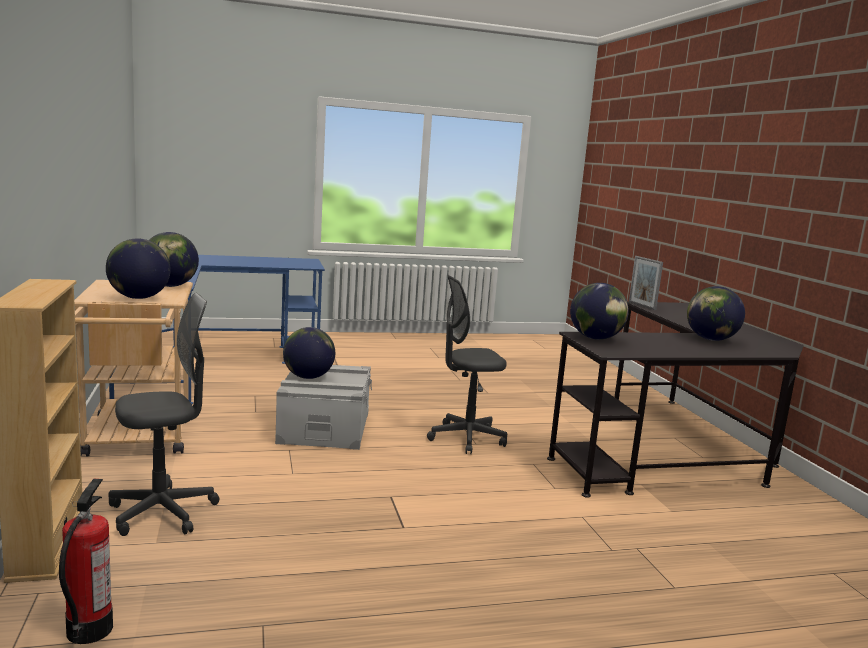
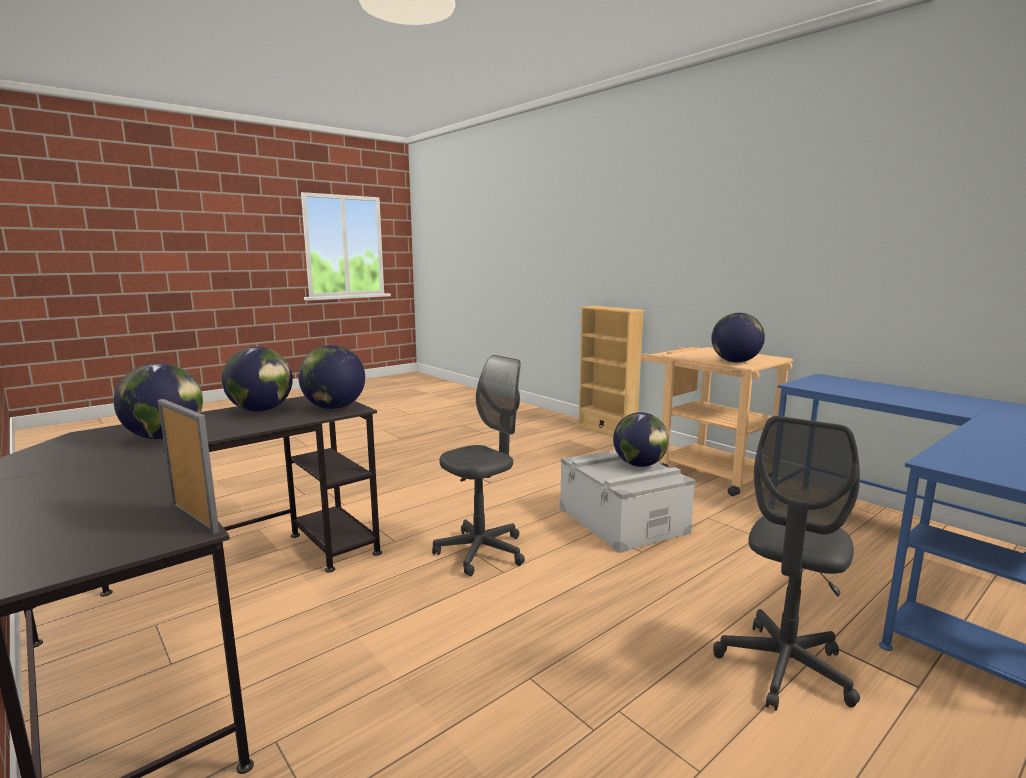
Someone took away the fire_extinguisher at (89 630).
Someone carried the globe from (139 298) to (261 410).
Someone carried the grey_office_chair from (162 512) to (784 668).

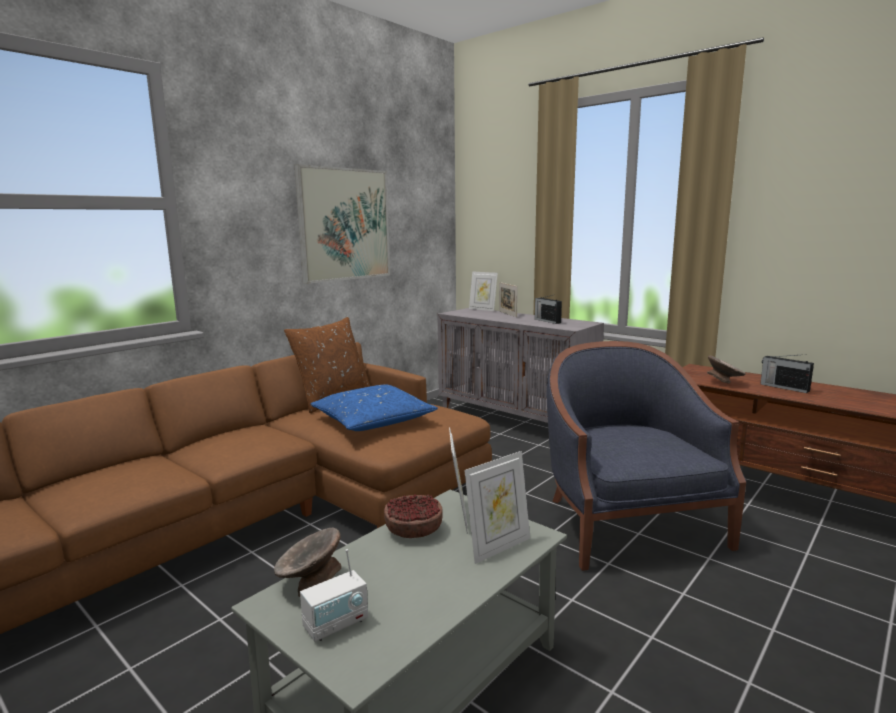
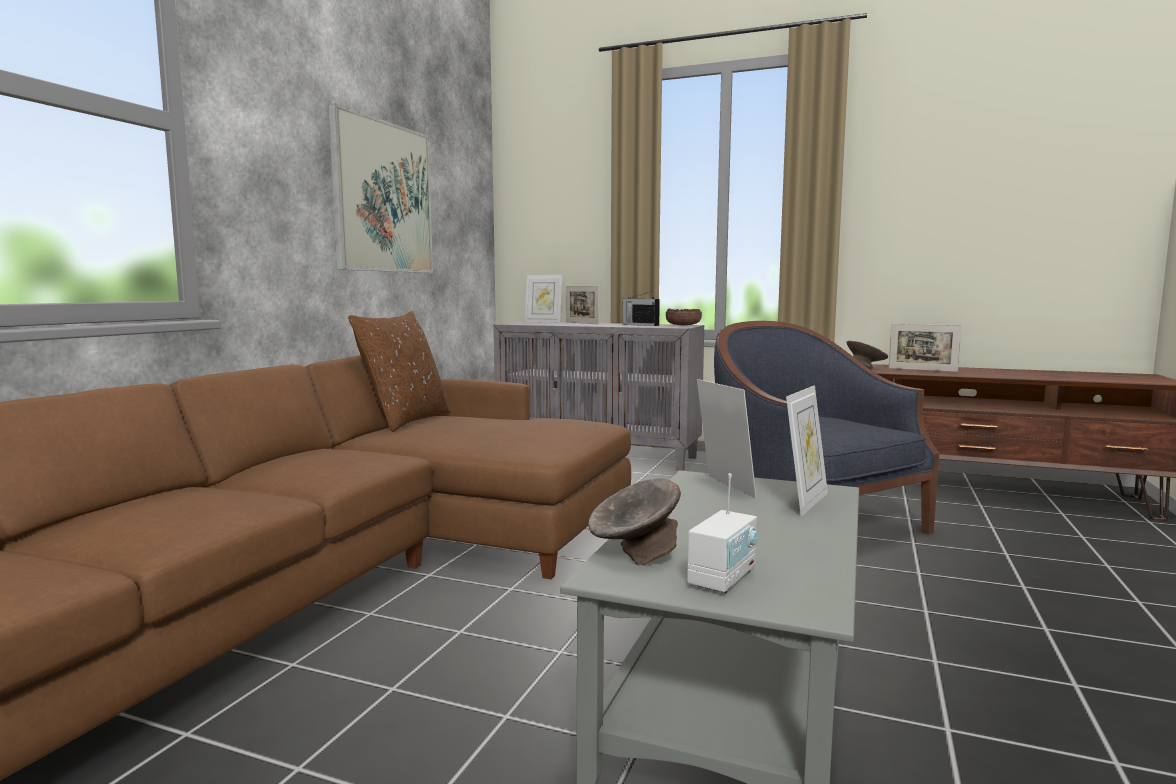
Someone took away the blue_pillow at (373 420).
Someone carried the bowl from (413 529) to (683 325).
Someone swapped the radio at (783 387) for the picture_frame at (922 370).

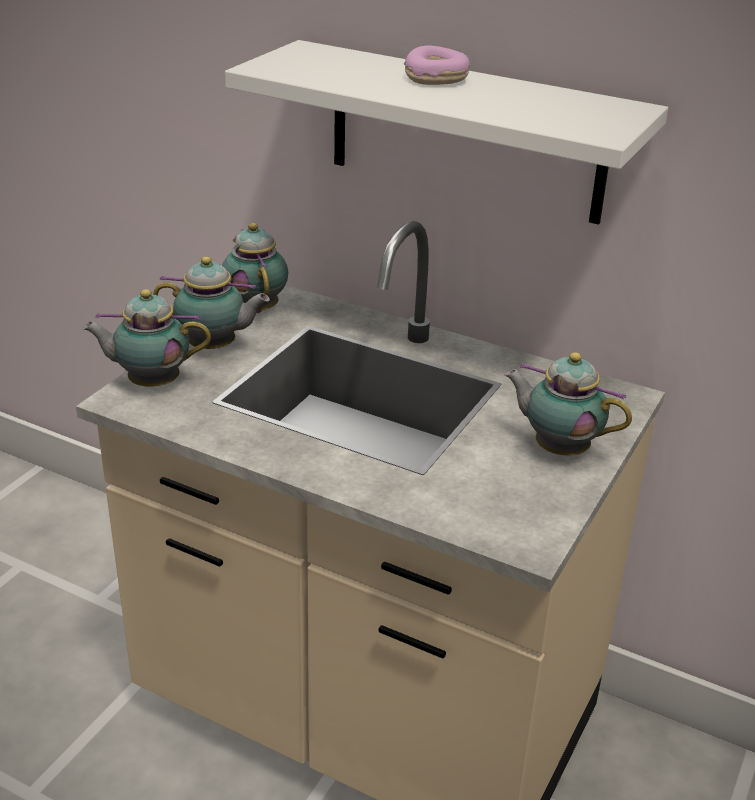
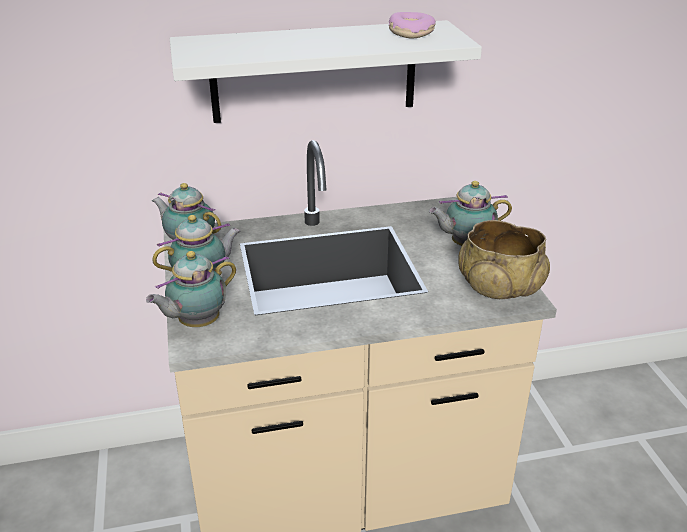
Someone carried the donut from (436 78) to (410 33).
Someone put down the beige_bowl at (499 287).

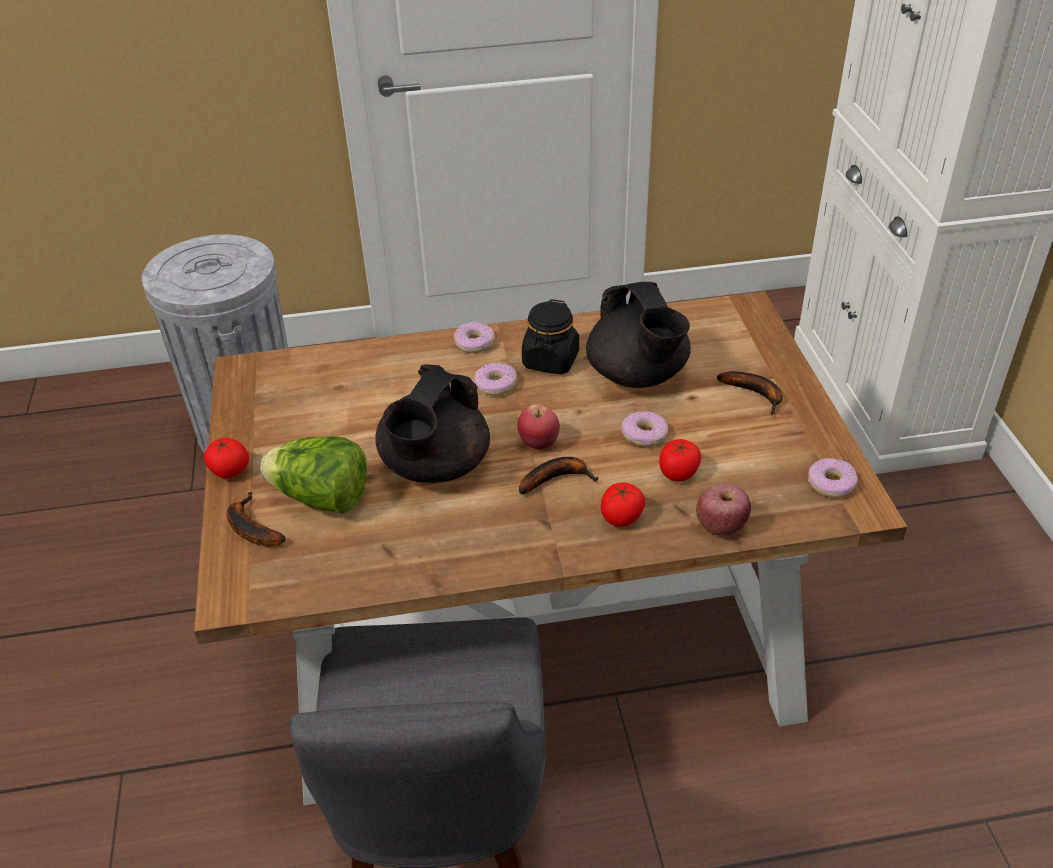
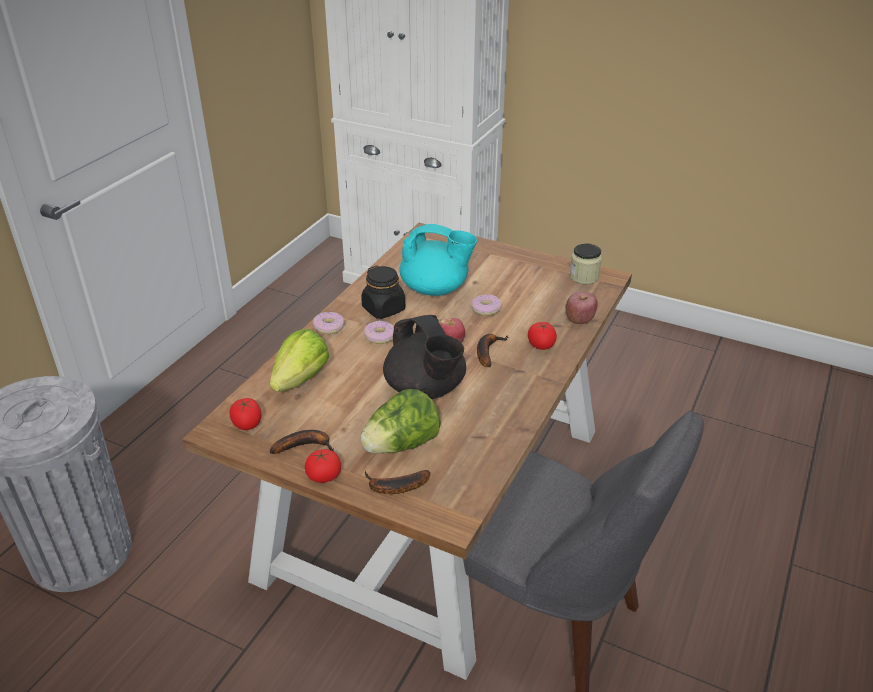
Someone repainted the black_teapot at (637 375), which became the turquoise_teapot at (435 289).
Someone carried the tomato from (678 473) to (247 424).
Someone carried the banana from (756 394) to (305 445).
Someone swapped the donut at (831 484) for the jar at (584 277).
Someone put down the lettuce at (301 379).

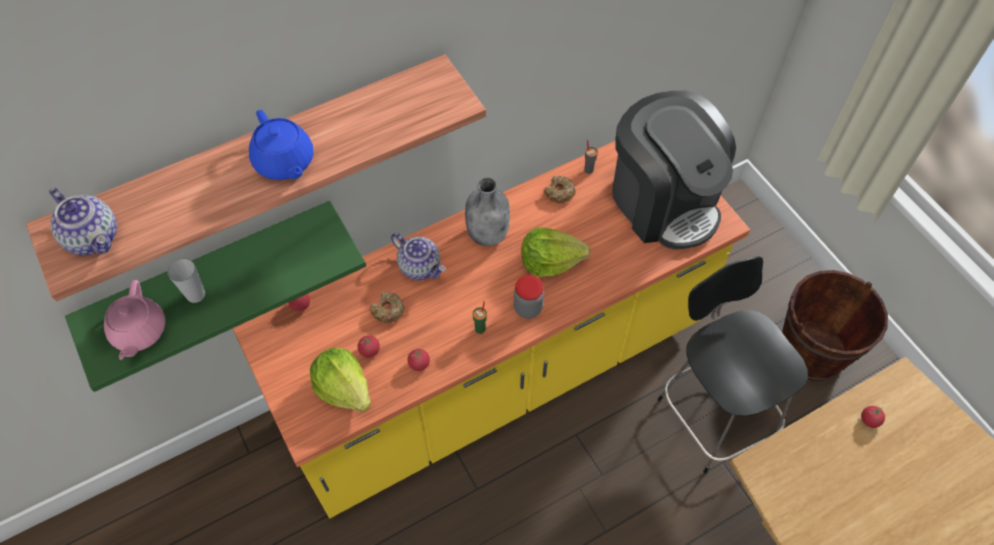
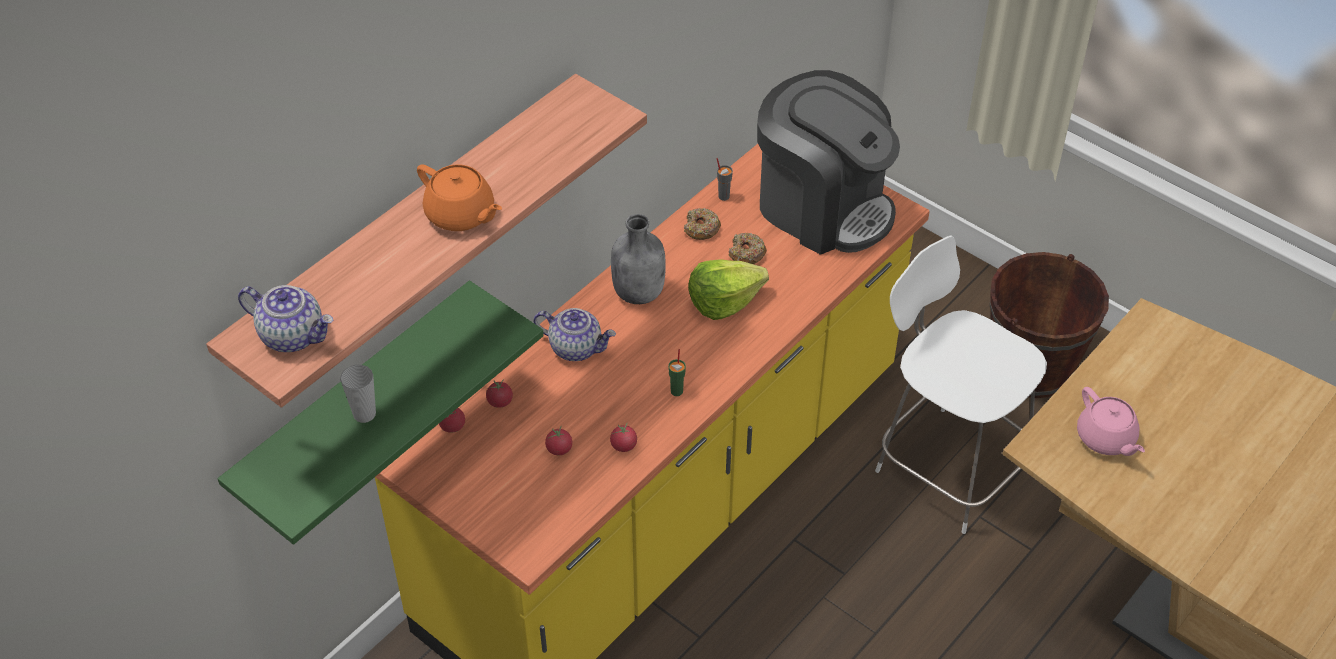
Someone carried the pink_teapot from (139 332) to (1106 438).
Someone repainted the blue_teapot at (284 162), which became the orange_teapot at (461 215).
Someone took away the lettuce at (344 388).
Someone carried the donut from (388 311) to (746 254).
Someone took away the jar at (528 308).
Someone repainted the black_chair at (714 413), which became the white_chair at (948 466).
Someone carried the tomato from (869 420) to (500 401).

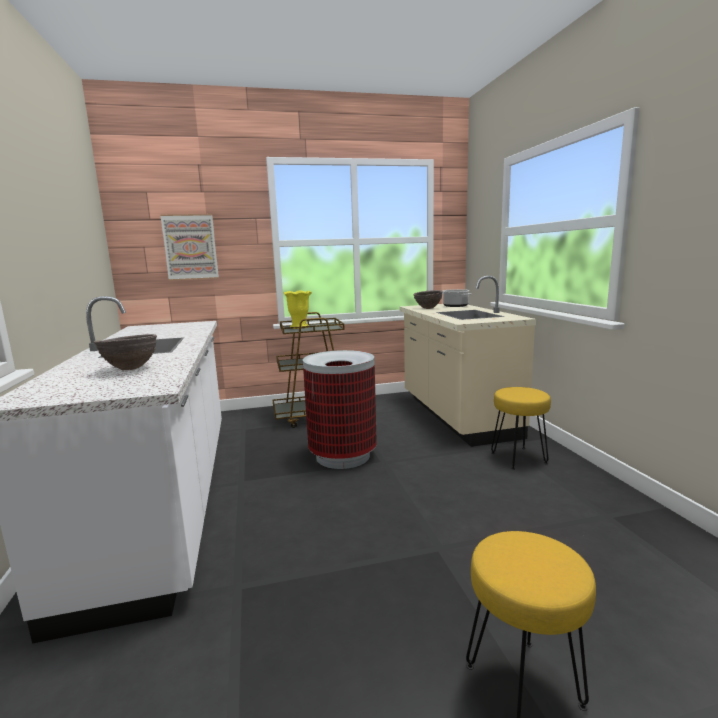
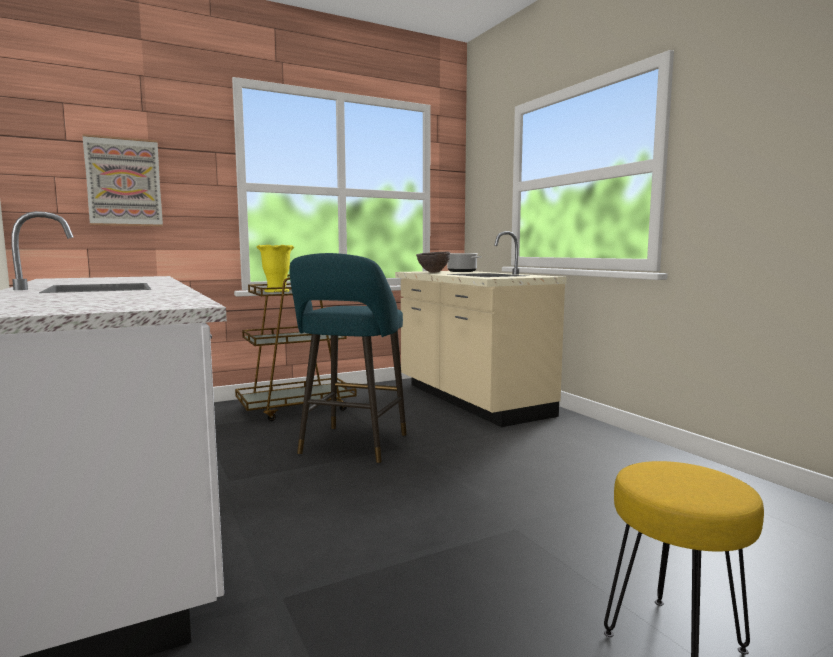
Someone took away the brown_bowl at (131 369).
Someone swapped the trash_can at (342 456) for the turquoise_stool at (351 446).
Someone took away the yellow_stool at (518 457).

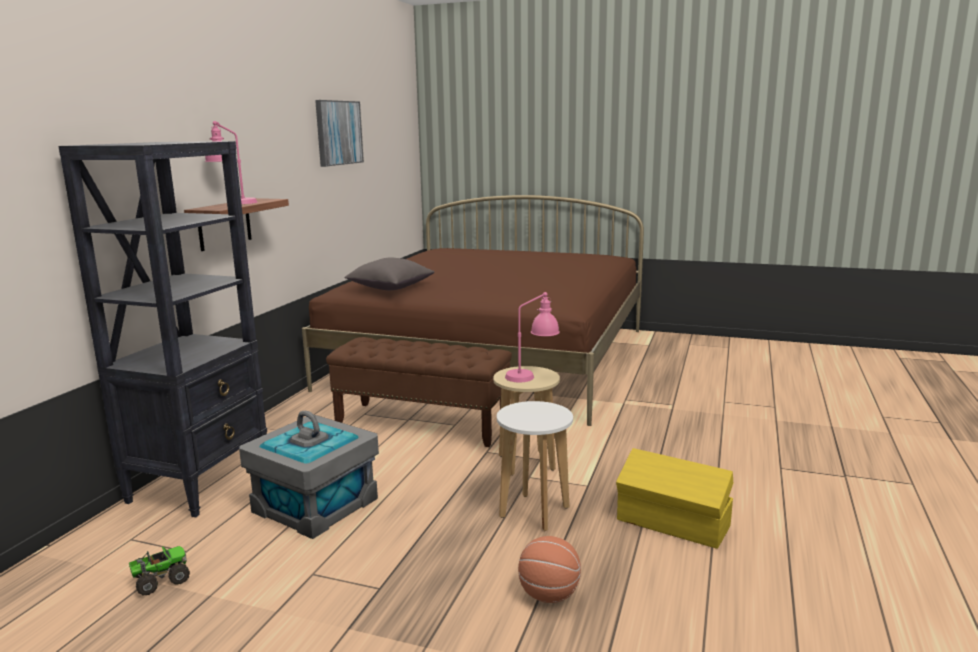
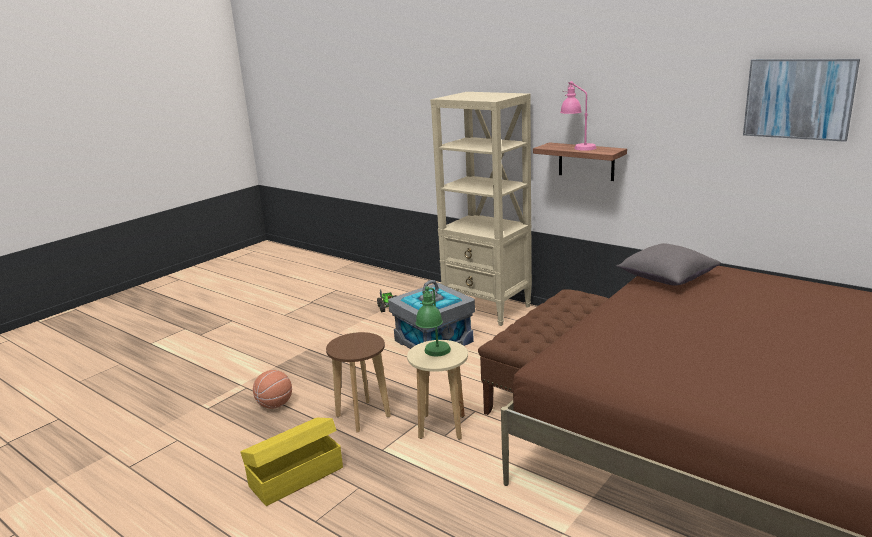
Someone repainted the black_bookcase at (201 483), which became the beige_bookcase at (487 308).
Someone repainted the white_stool at (534 512), which became the brown_stool at (363 416).
Someone repainted the pink_table_lamp at (532 376), which became the green_table_lamp at (435 355).

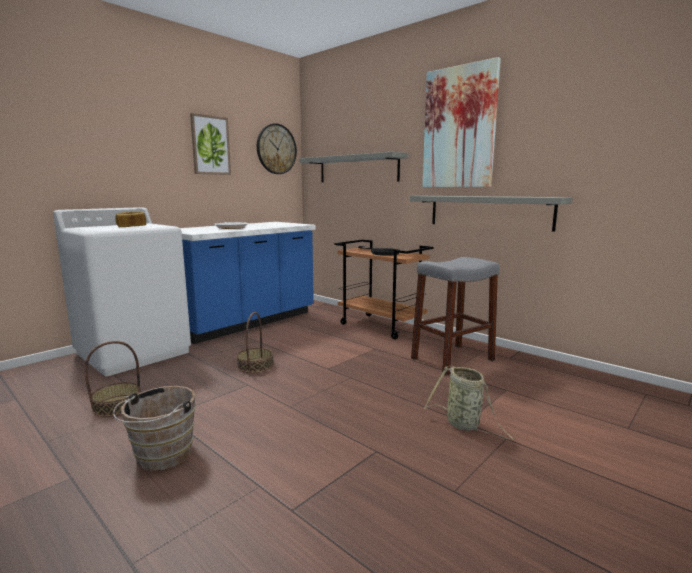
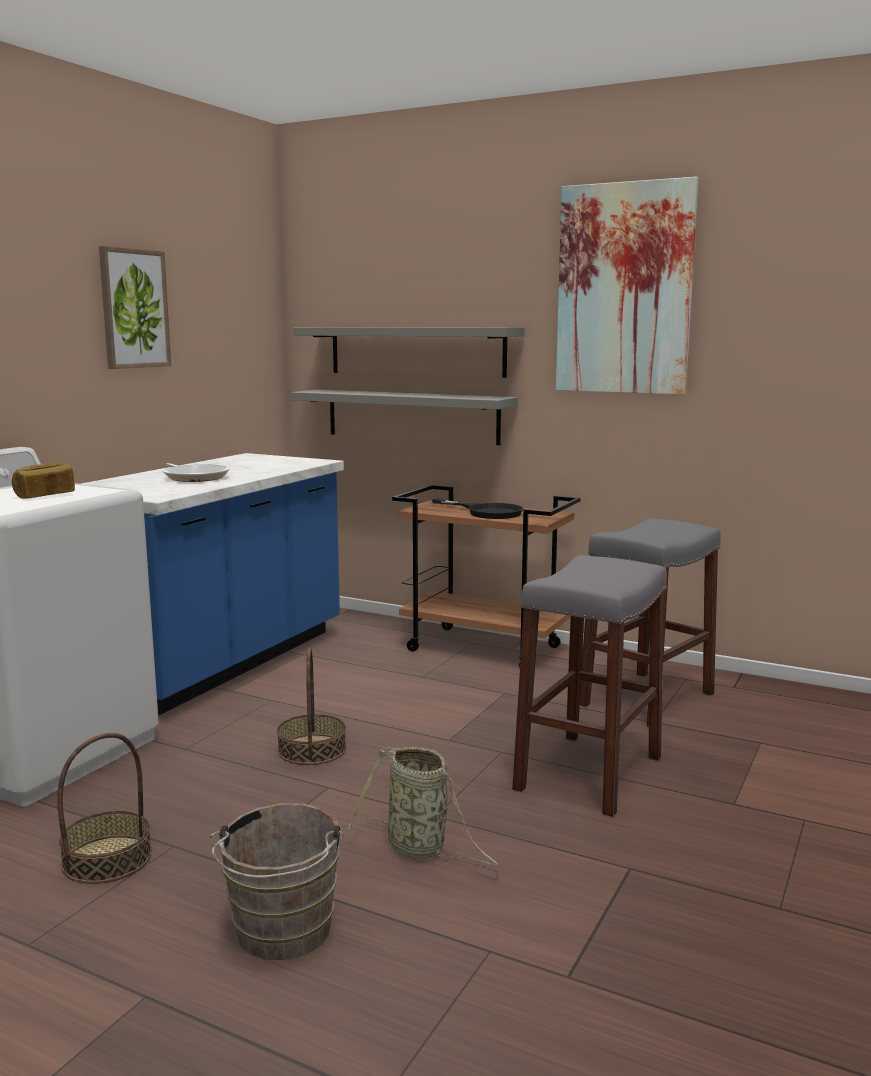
Someone took away the wall_clock at (276 149).
Someone carried the grey_shelf from (489 212) to (412 416).
Someone carried the basket from (465 425) to (420 849).
Someone put down the grey_stool at (589 773).

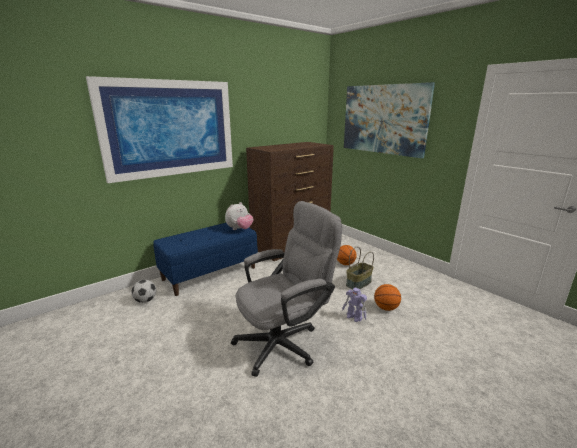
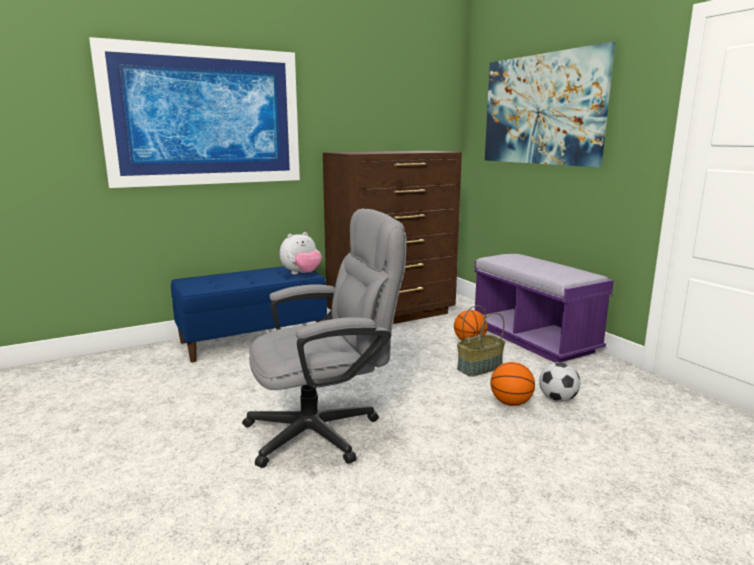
Someone carried the football from (145 300) to (557 399).
Someone took away the toy_robot at (354 317).
Someone put down the purple_bench at (533 339).

